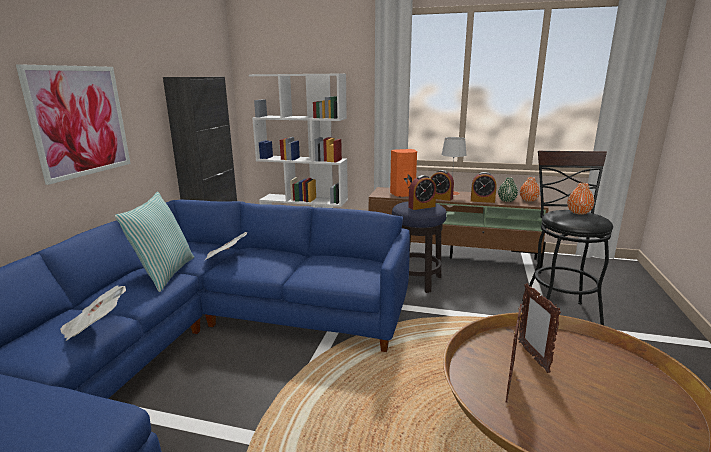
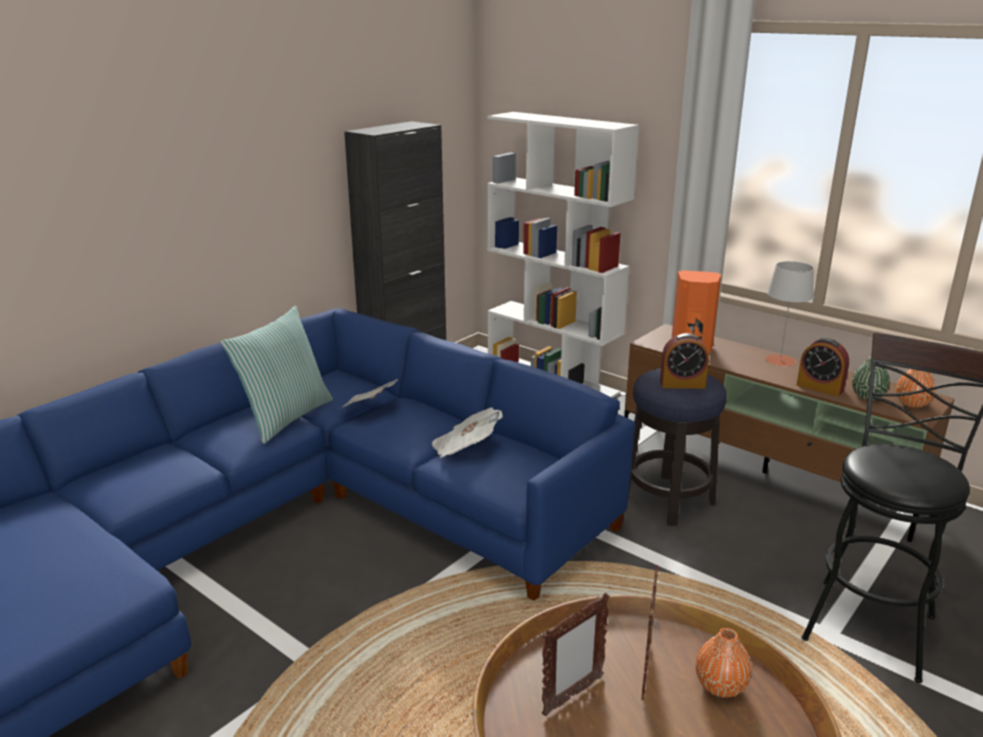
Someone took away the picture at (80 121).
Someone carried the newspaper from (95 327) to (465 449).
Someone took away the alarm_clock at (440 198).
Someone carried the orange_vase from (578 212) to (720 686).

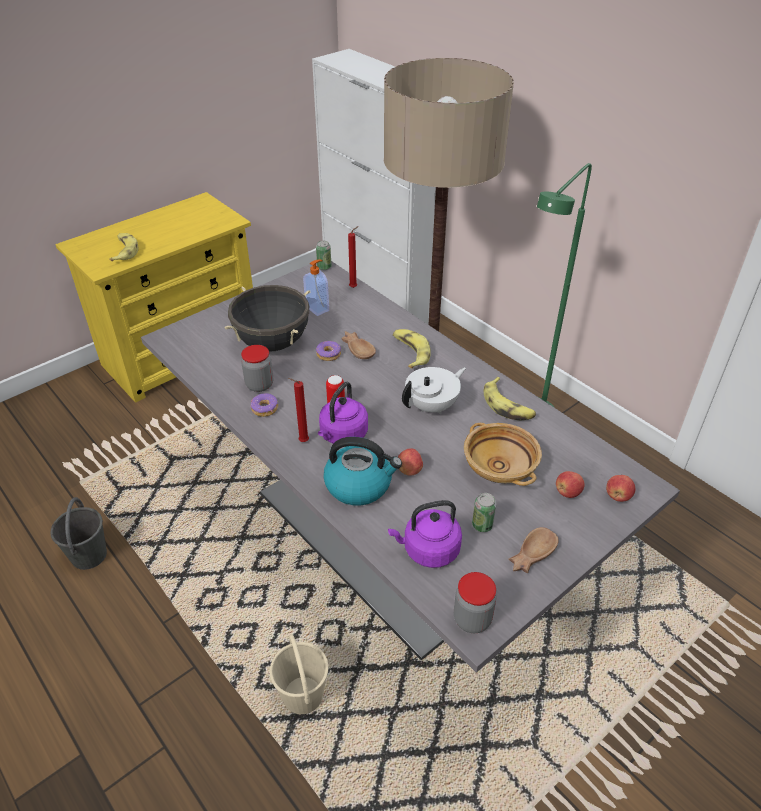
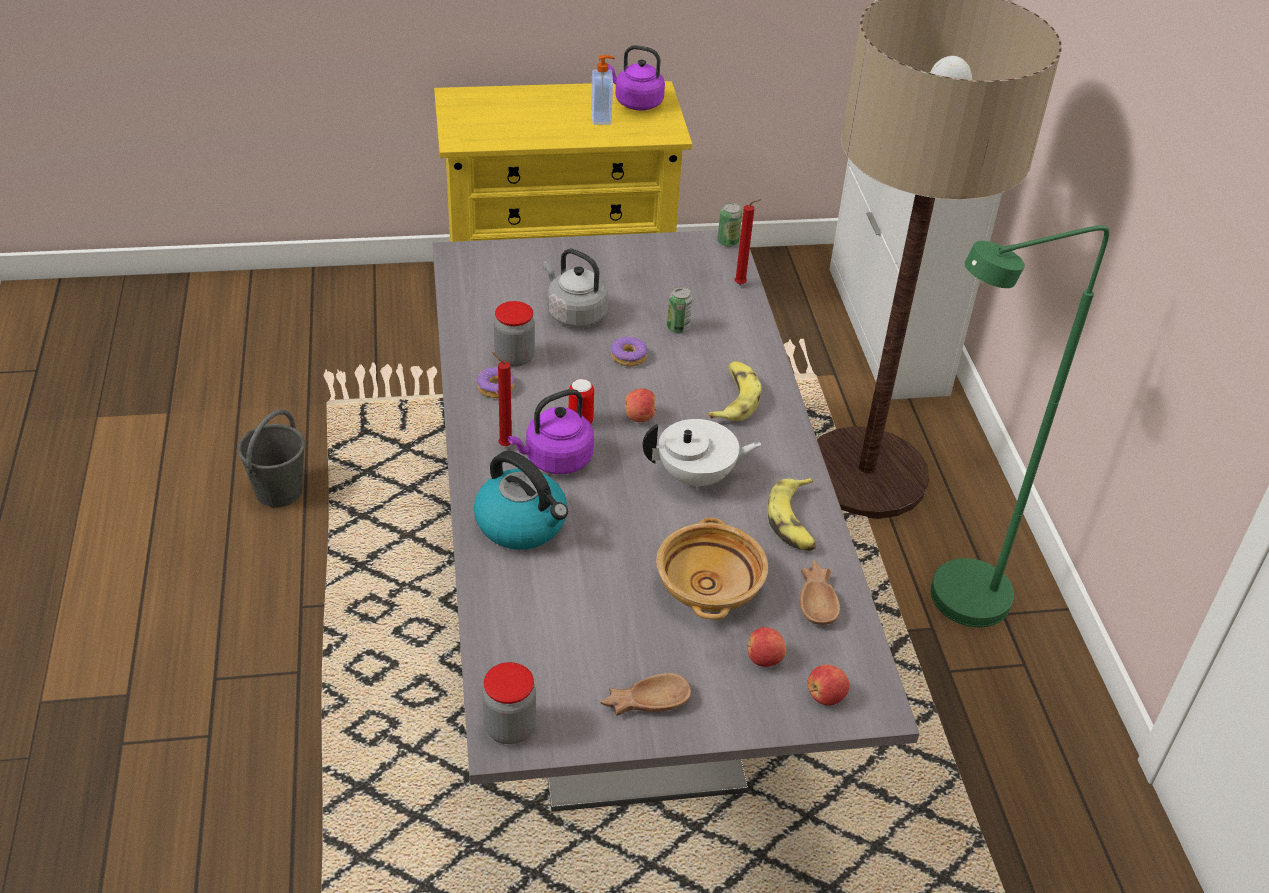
Someone took away the banana at (124 251).
Someone swapped the black_cooking_pot at (272 343) for the grey_kettle at (574 314).
Someone took away the beige_bucket at (302 694).
Someone carried the soap_dispenser from (318 308) to (602 118).
Someone carried the brown_bowl from (358 348) to (818 598).
Someone carried the purple_kettle from (428 550) to (636 102).
Someone carried the apple from (409 470) to (640 417).
Someone carried the can from (482 525) to (678 327).

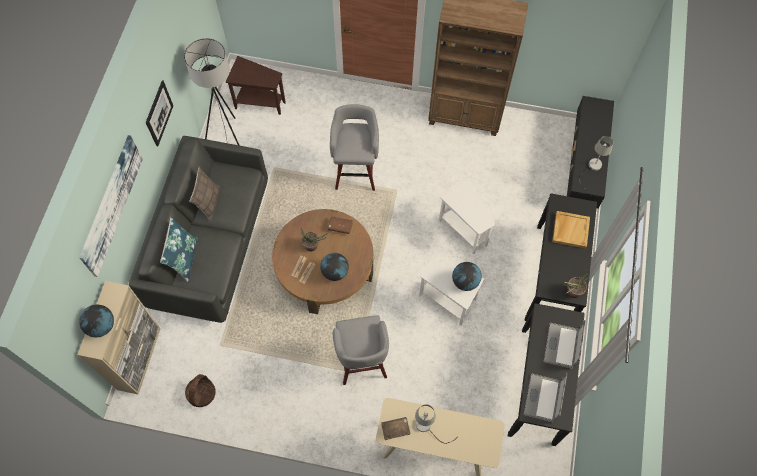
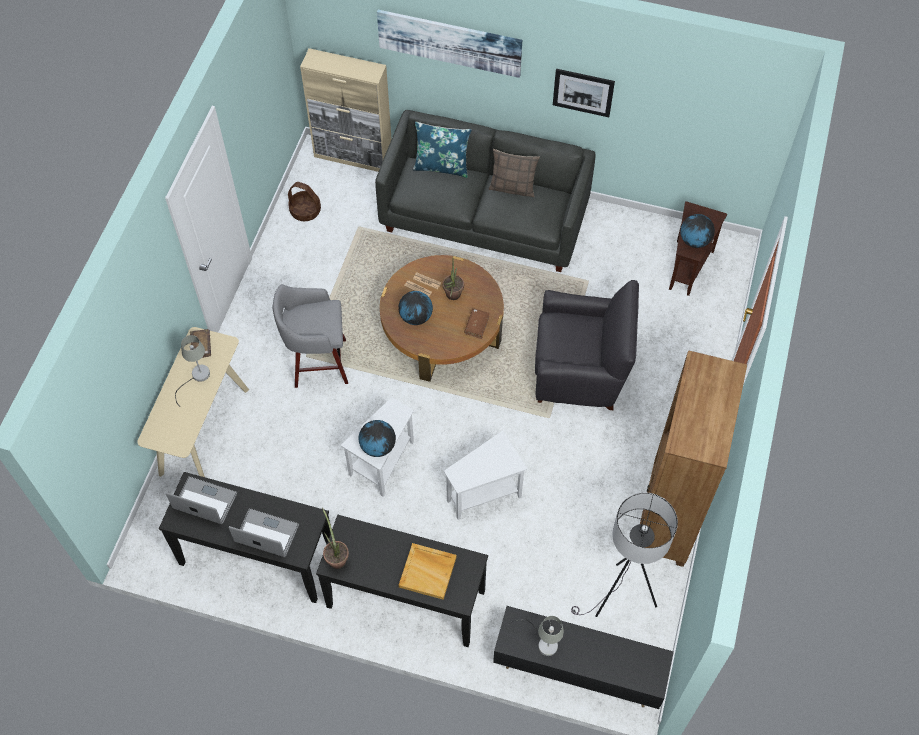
Someone carried the globe from (101 326) to (694 241).
Someone carried the grey_floor_lamp from (229 139) to (619 599).
Someone swapped the grey_stool at (356 171) for the black_armchair at (580 371).

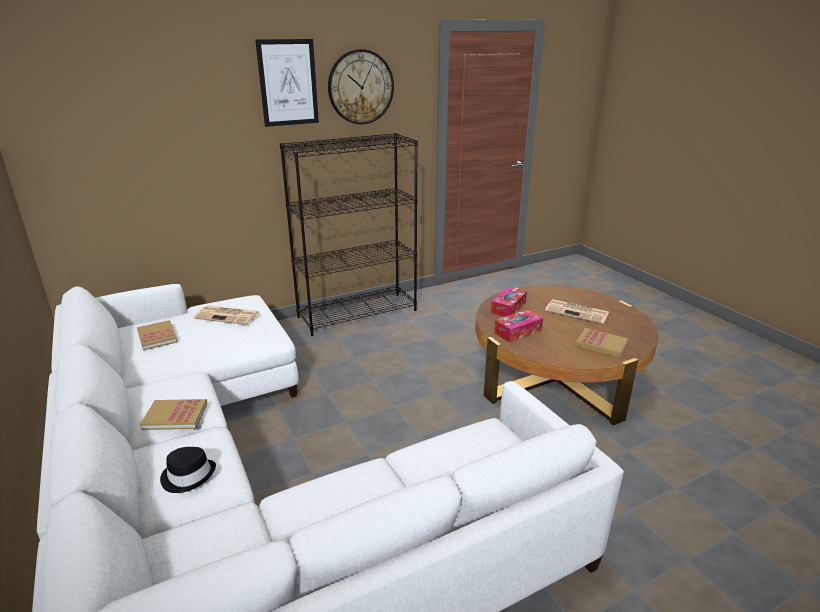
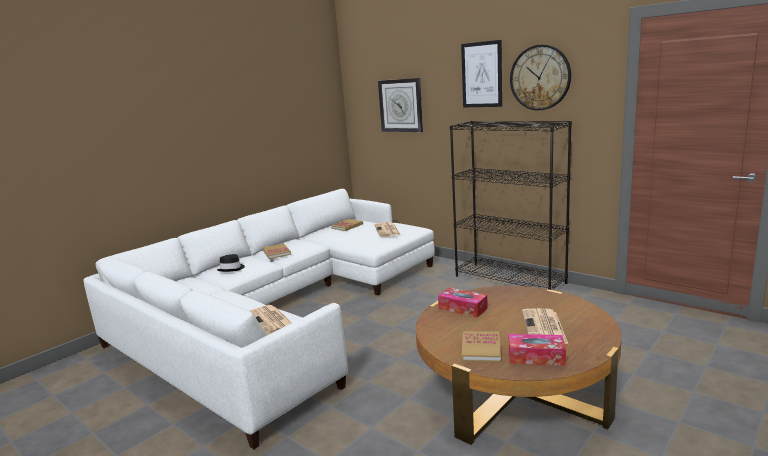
Someone carried the tissue_box from (508 308) to (536 357).
Someone put down the newspaper at (271 321).
Someone put up the wall_clock at (401 105).

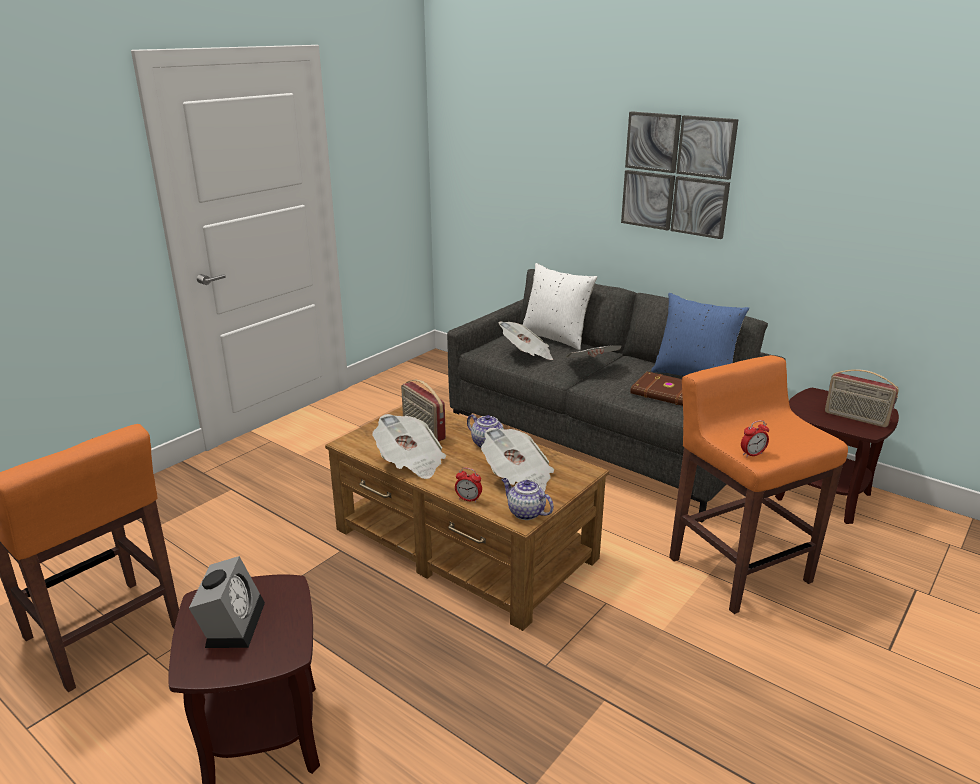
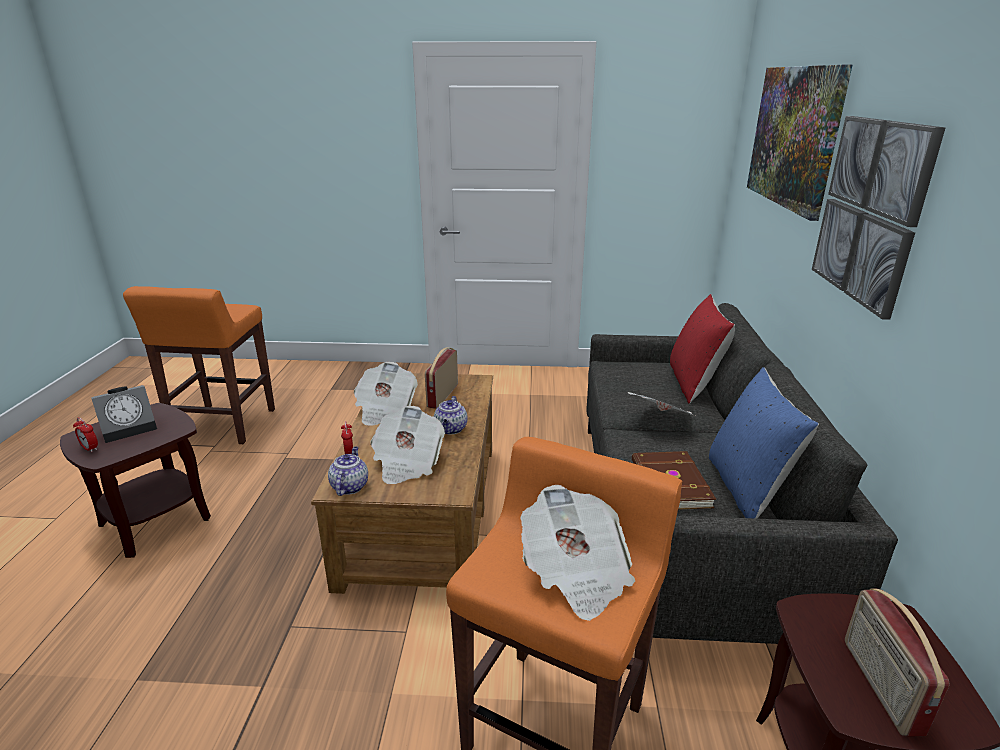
Someone carried the newspaper from (526 354) to (575 574).
Someone repainted the white_pillow at (555 338), which became the red_pillow at (694 384).
Someone carried the alarm_clock from (752 454) to (90 448).
Someone put up the picture at (793 137).

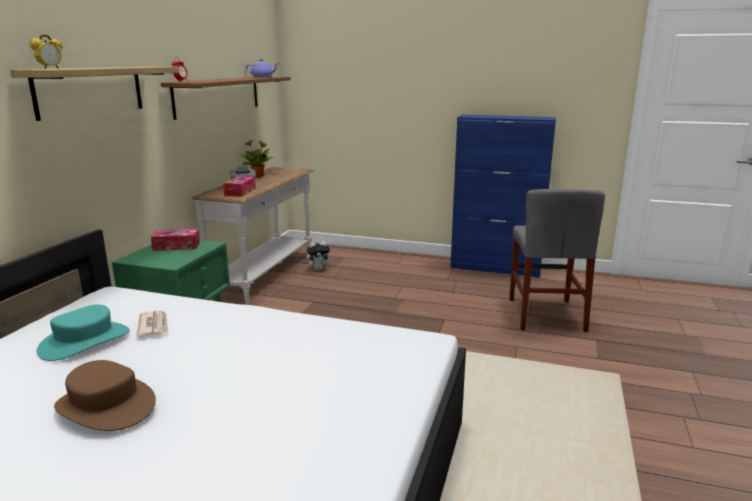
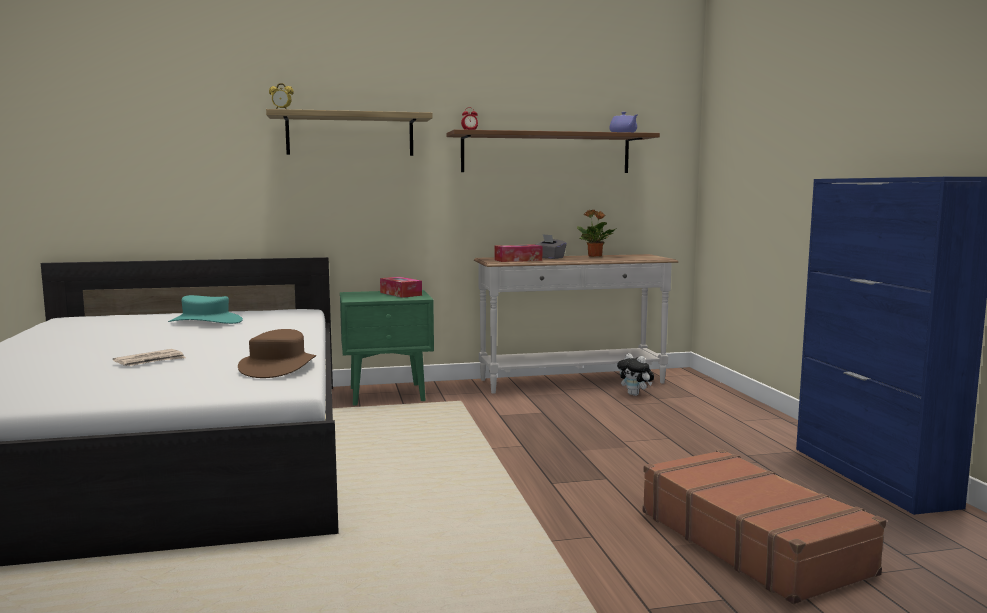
Someone carried the brown_hat from (105 406) to (278 367).
Someone carried the newspaper from (154 326) to (151 361).
Someone swapped the grey_chair at (545 314) for the brown_suitcase at (752 541).

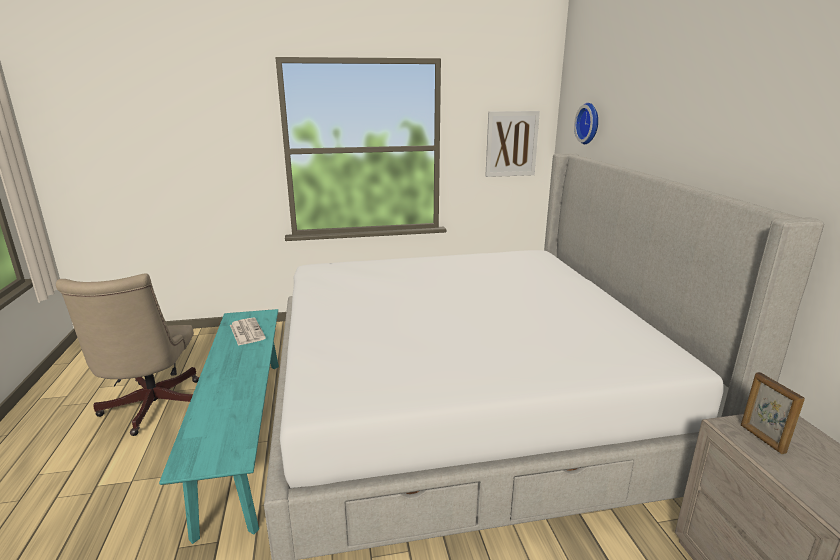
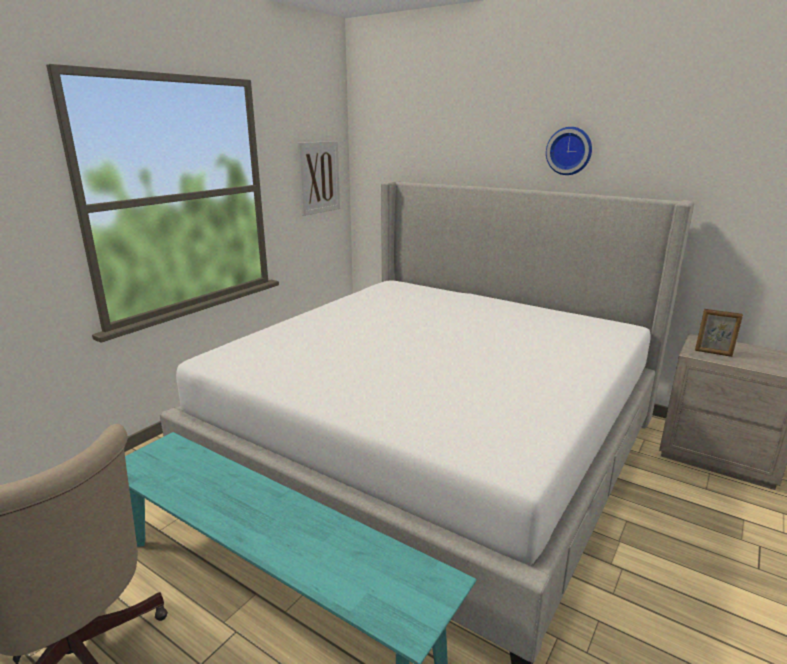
Someone took away the newspaper at (246 332).
Someone carried the wall_clock from (589 123) to (569 151).

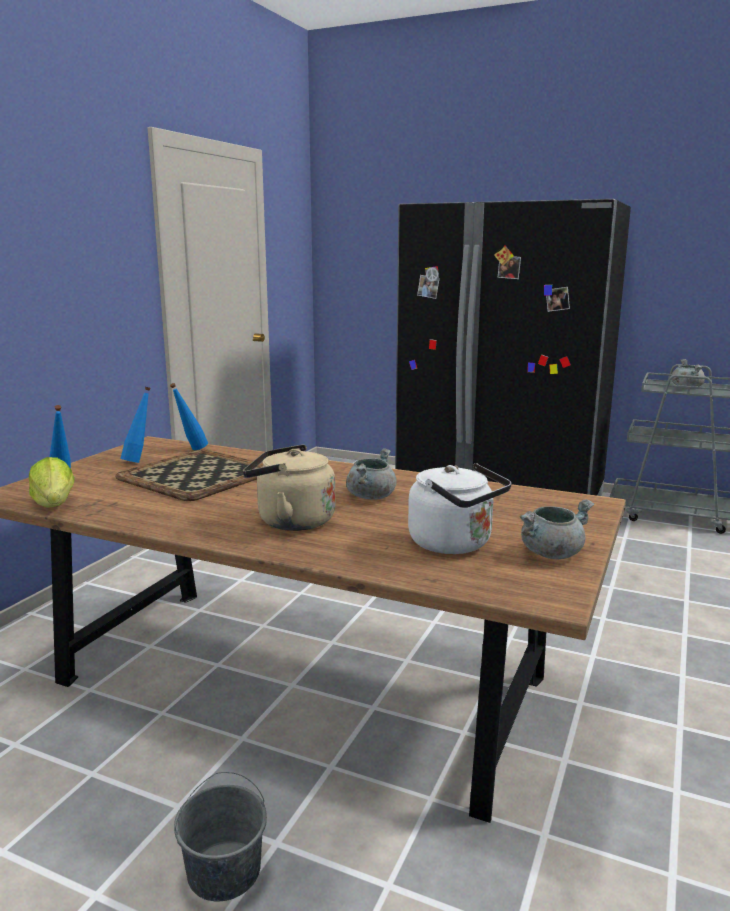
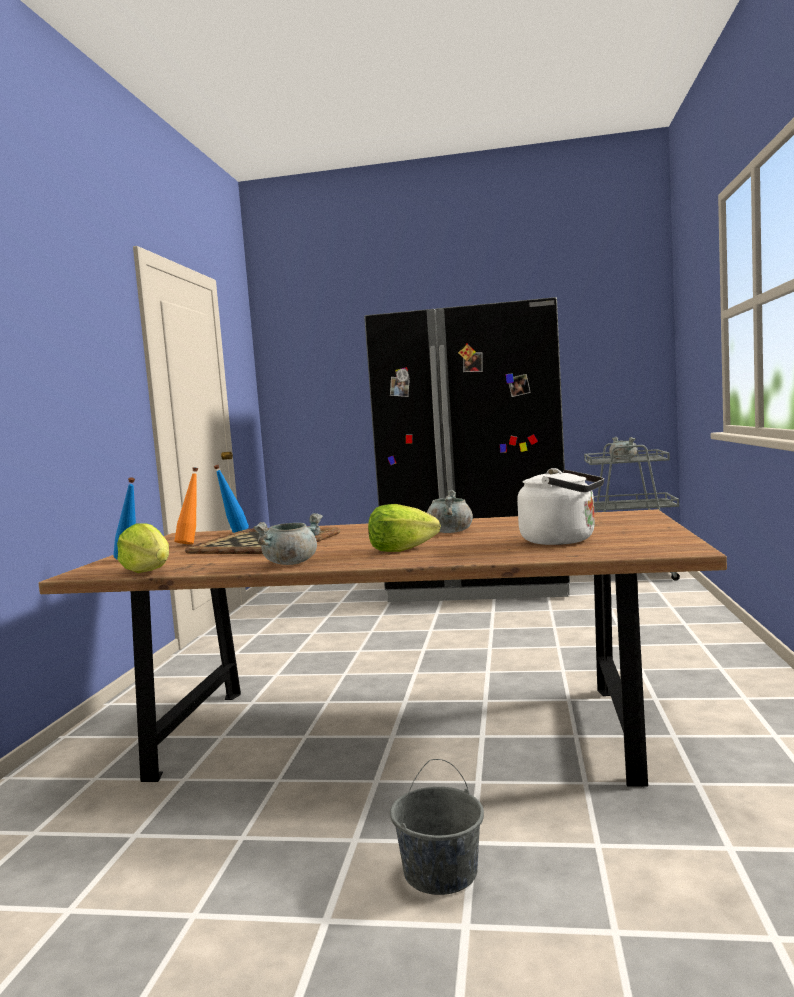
Someone repainted the blue_bottle at (139 461), which became the orange_bottle at (191 543).
Someone swapped the beige_kettle at (291 521) for the lettuce at (401 549).
Someone carried the grey_cooking_pot from (551 553) to (291 563).

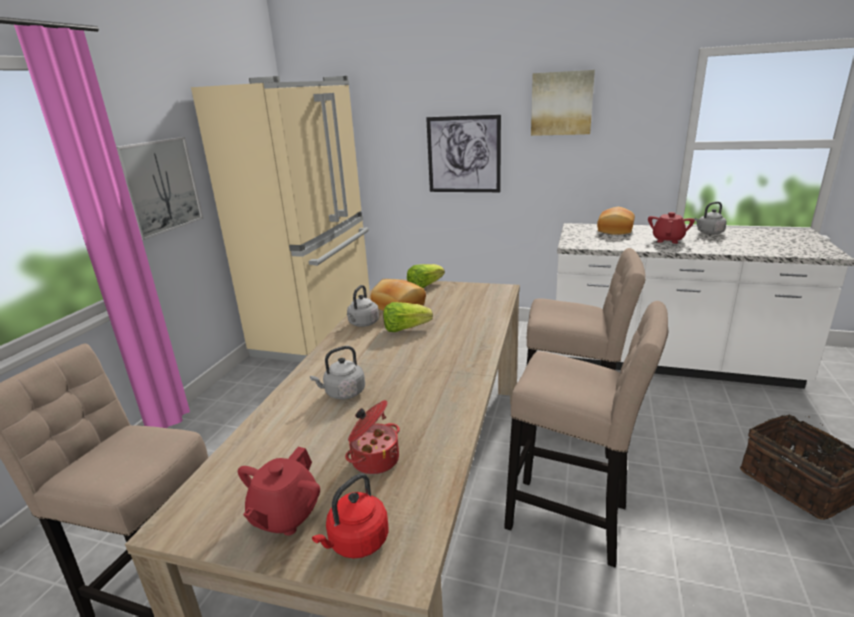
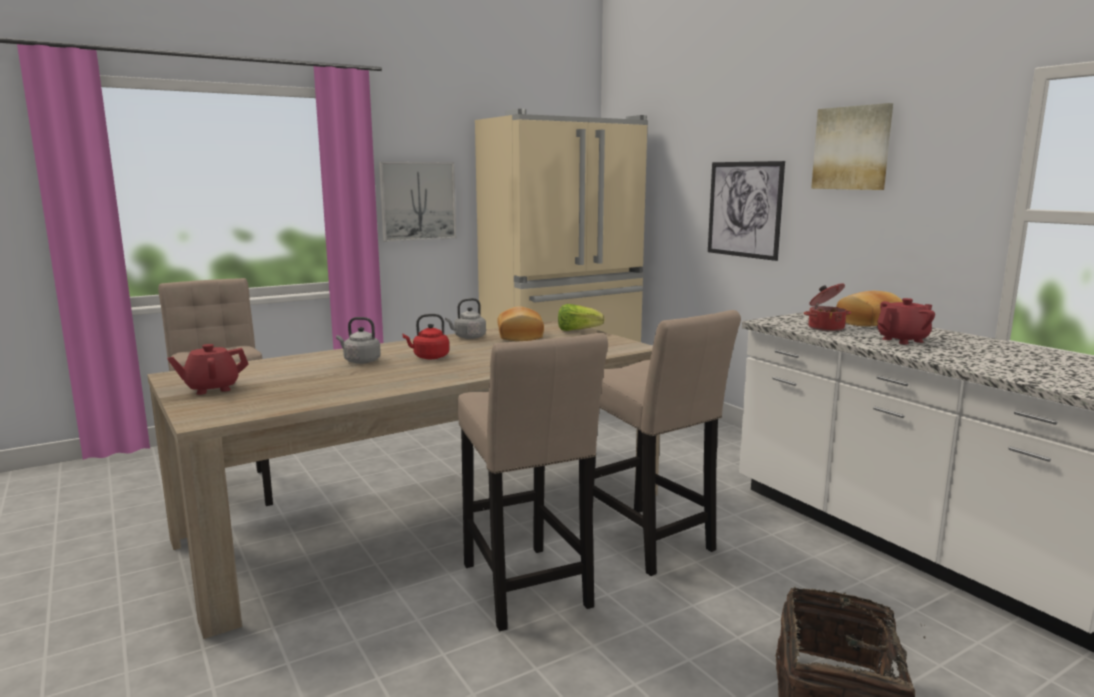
Someone carried the red_kettle from (356 542) to (429 357).
Someone carried the cooking_pot from (374 459) to (825 328).
Someone took away the lettuce at (405 329).
Someone took away the grey_kettle at (708 233).

